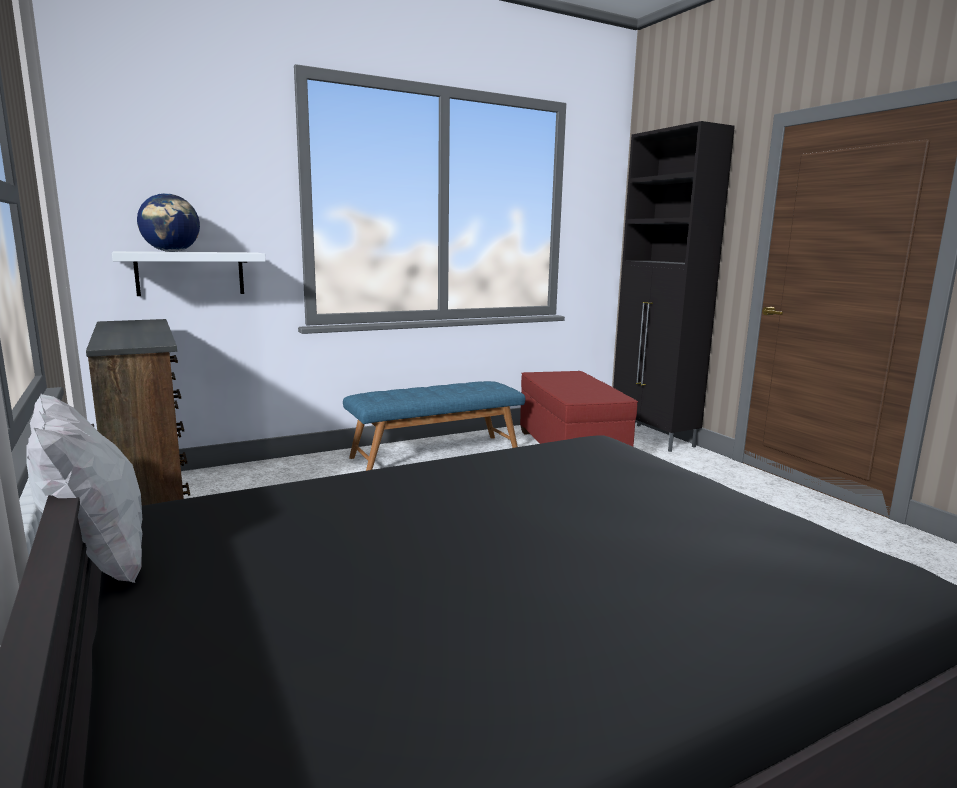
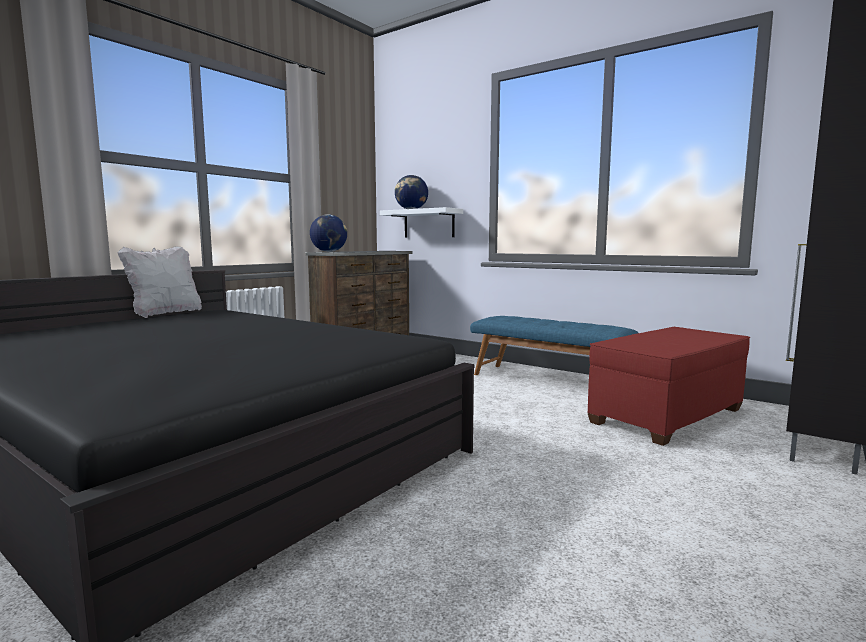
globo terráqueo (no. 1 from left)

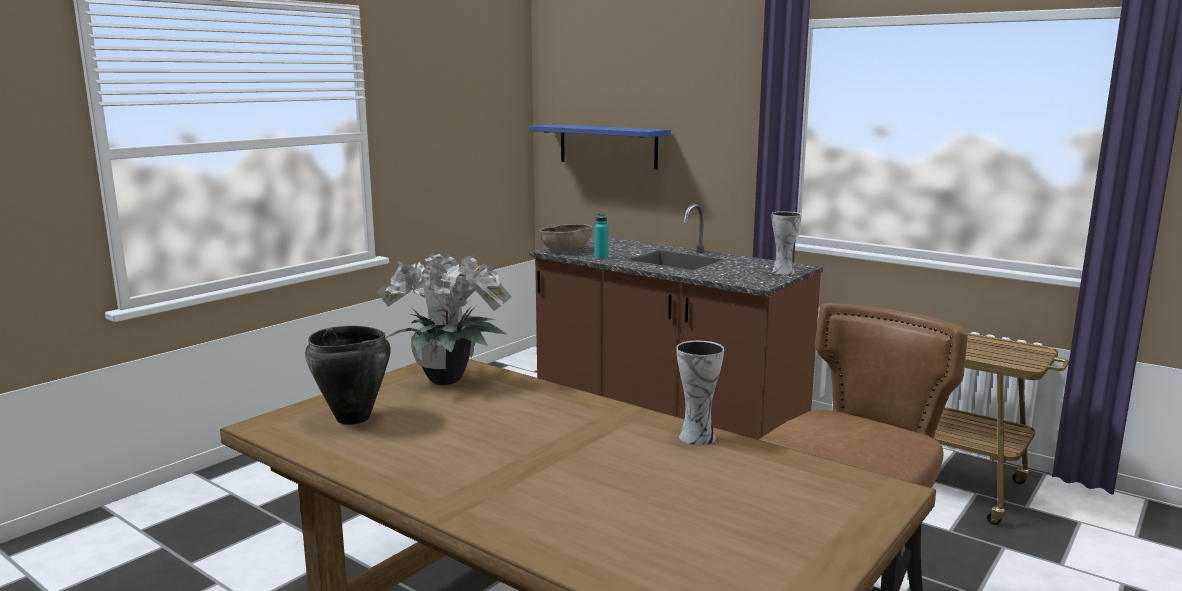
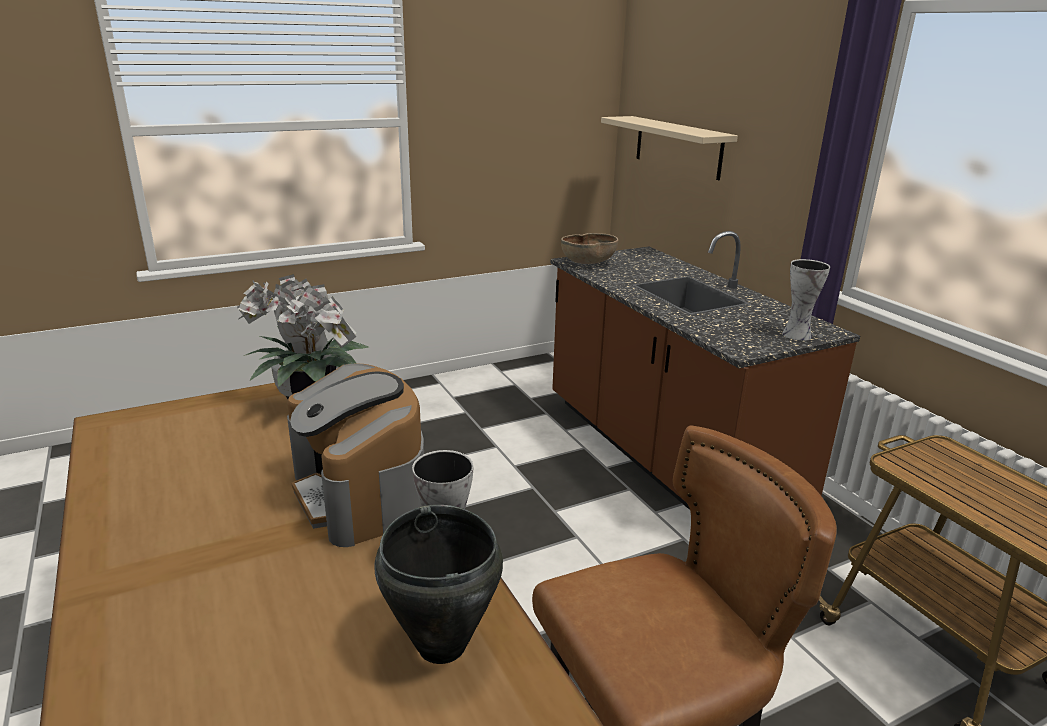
estante [beis]
botella [turquesa]
olla [negro]
cafetera

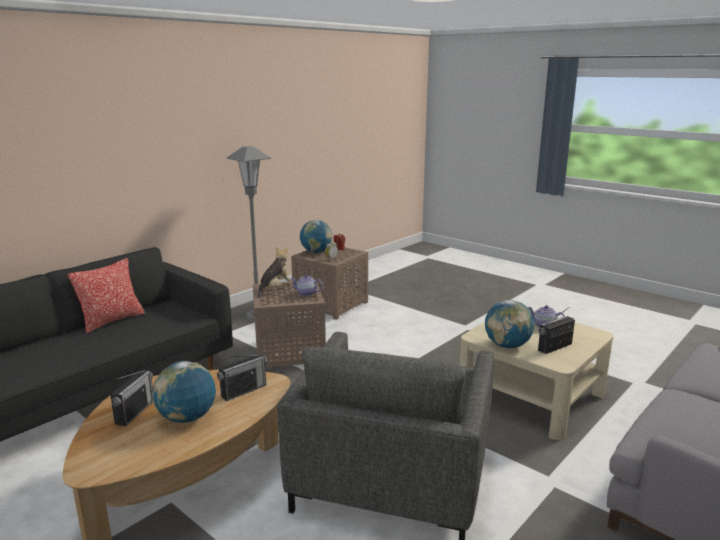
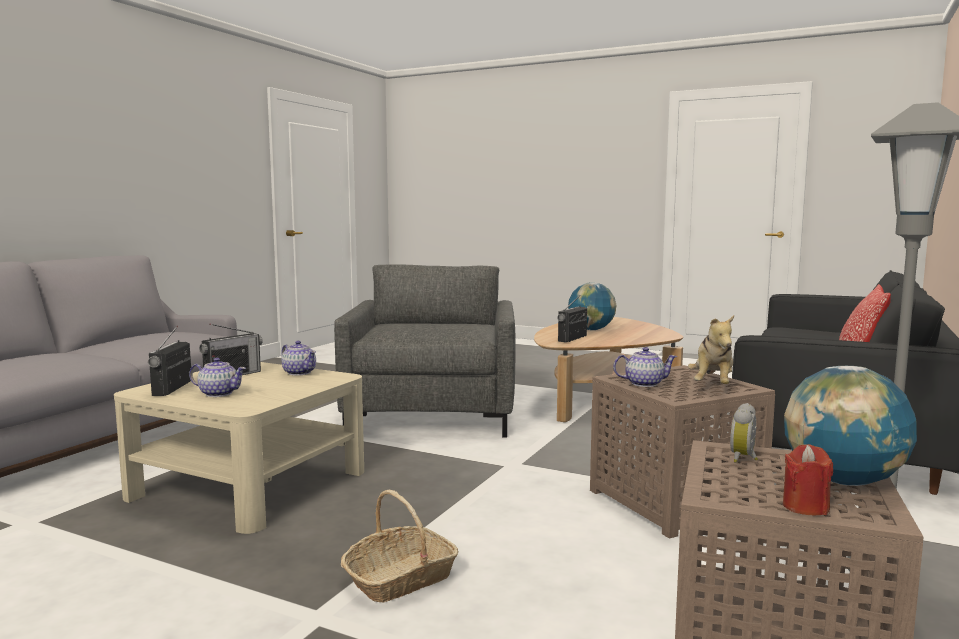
tetera (no. 2 from left)
radio (no. 1 from left)
cesta

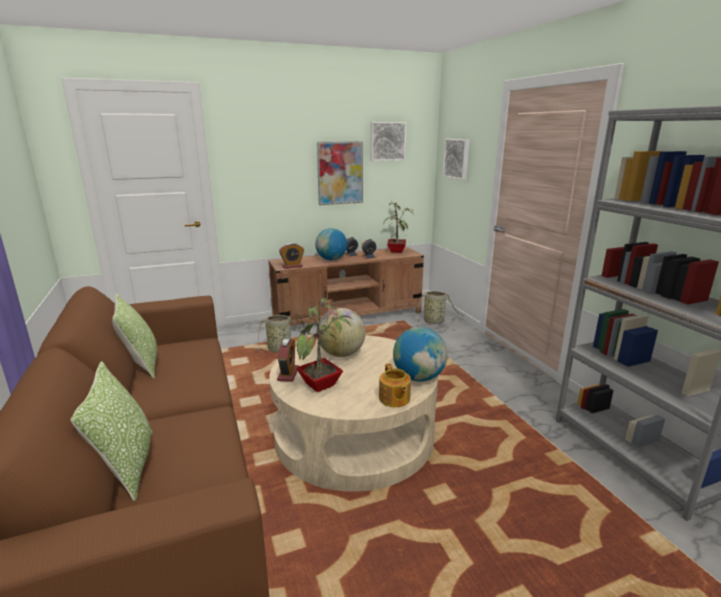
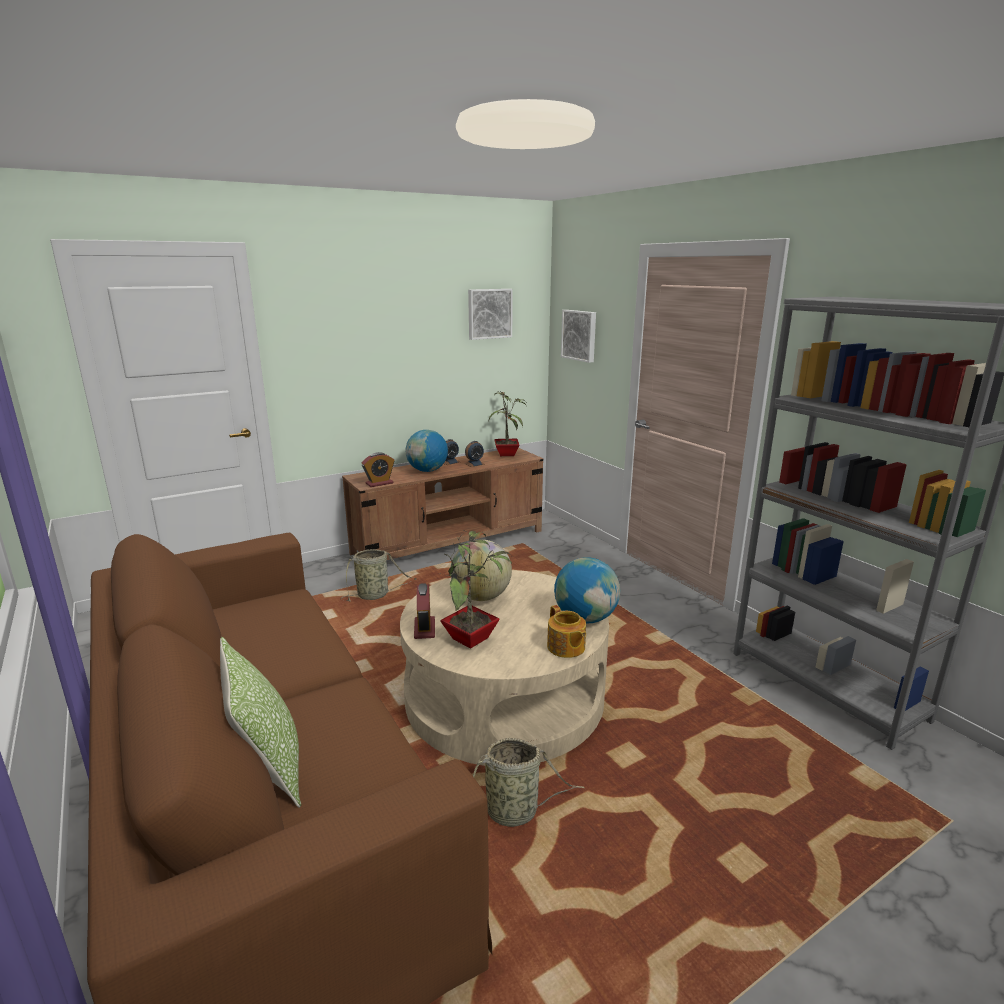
cuadro (no. 1 from left in the first image)
cesta (no. 2 from left)
cojín (no. 2 from left in the first image)

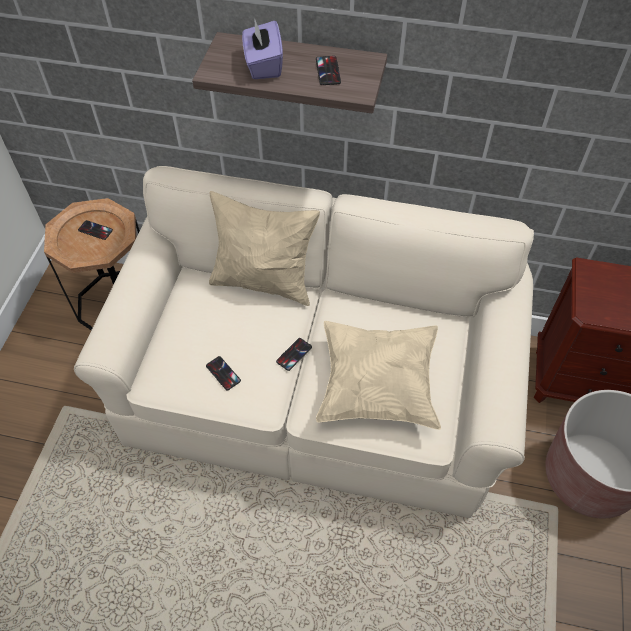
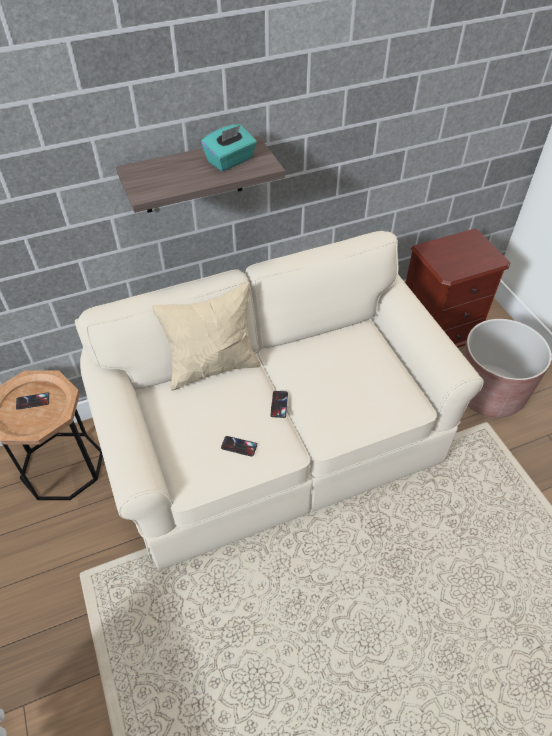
caja de pañuelos [morado]
caja de pañuelos [turquesa]
cojín [beis] (no. 2 from left in the first image)

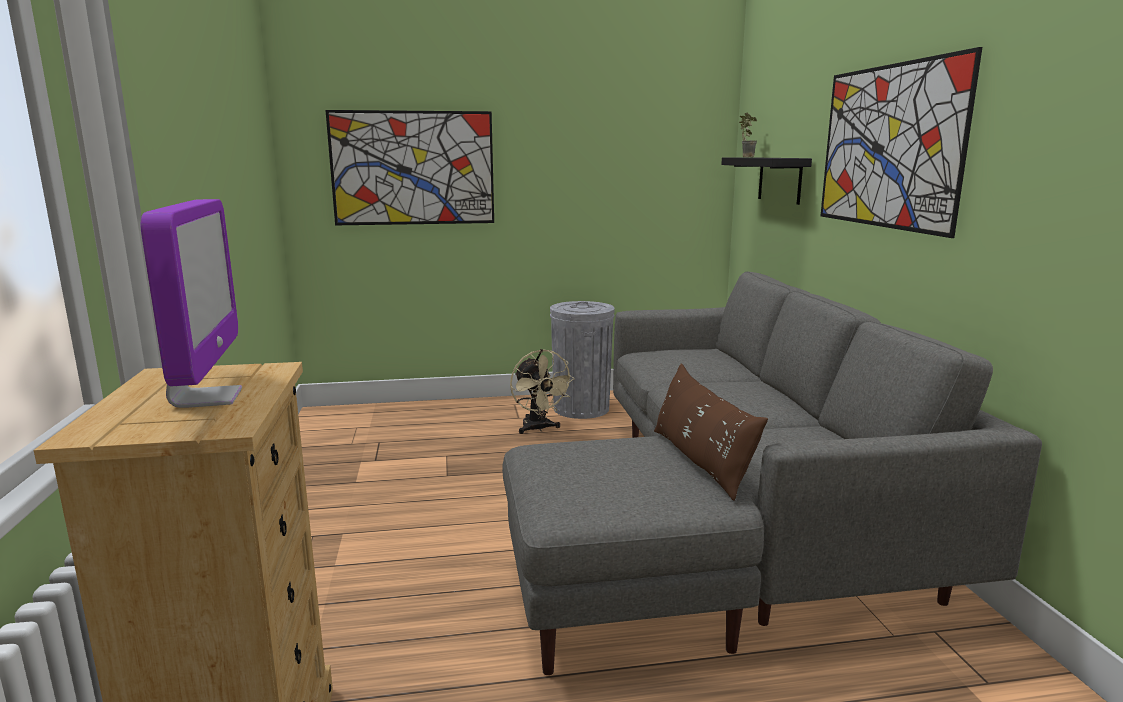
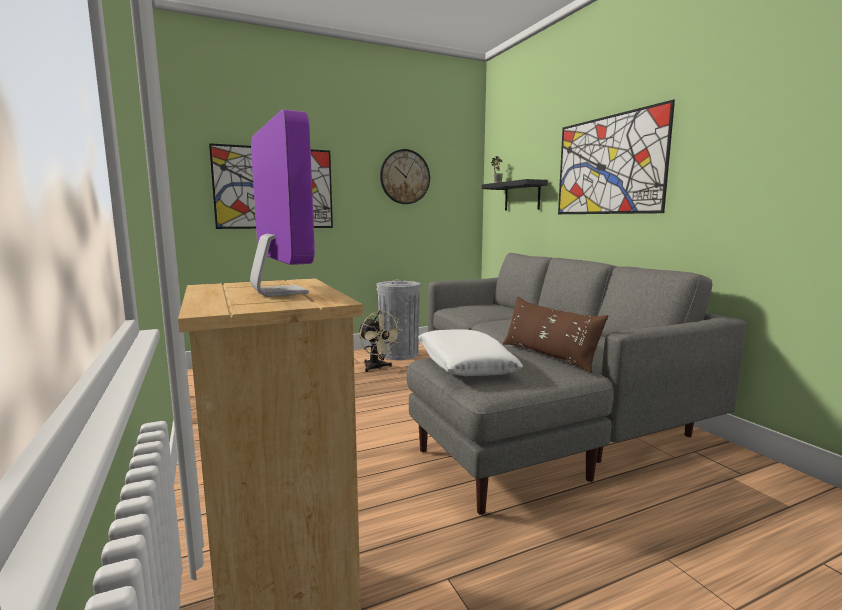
reloj de pared
cojín [blanco]

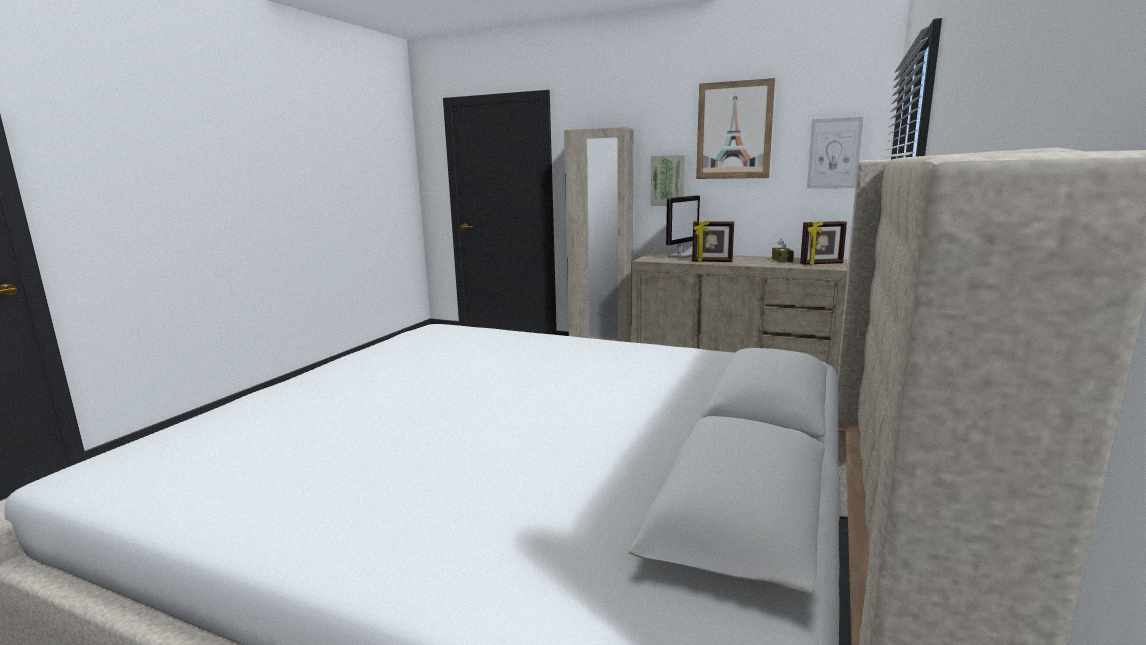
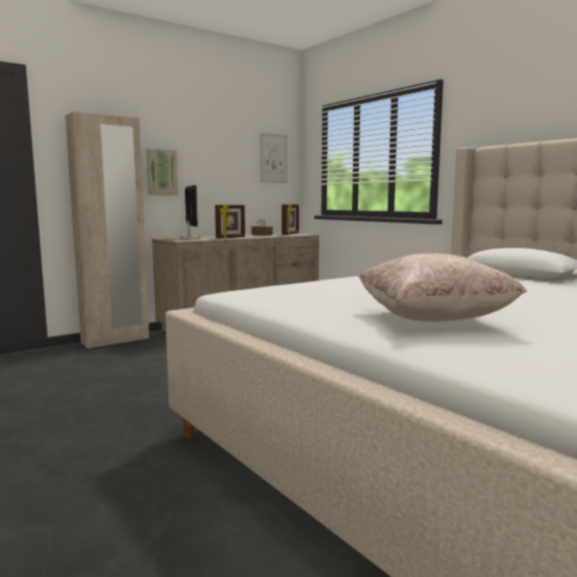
cuadro (no. 2 from left in the first image)
cojín [beis]

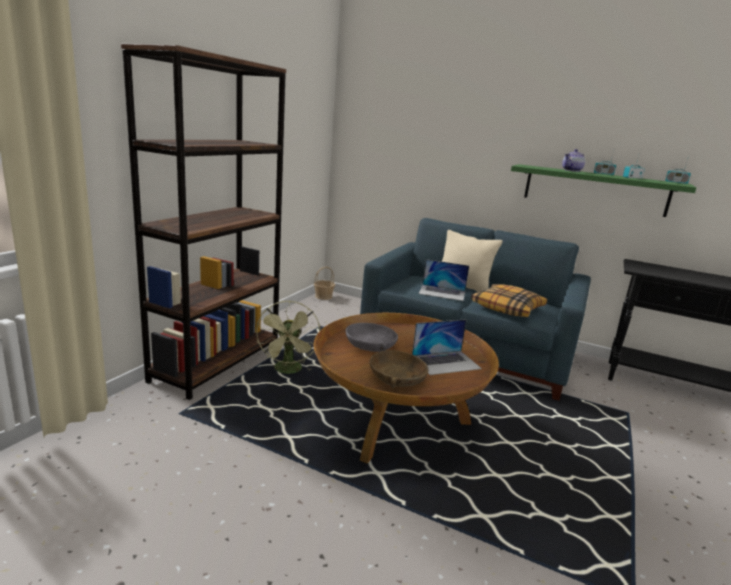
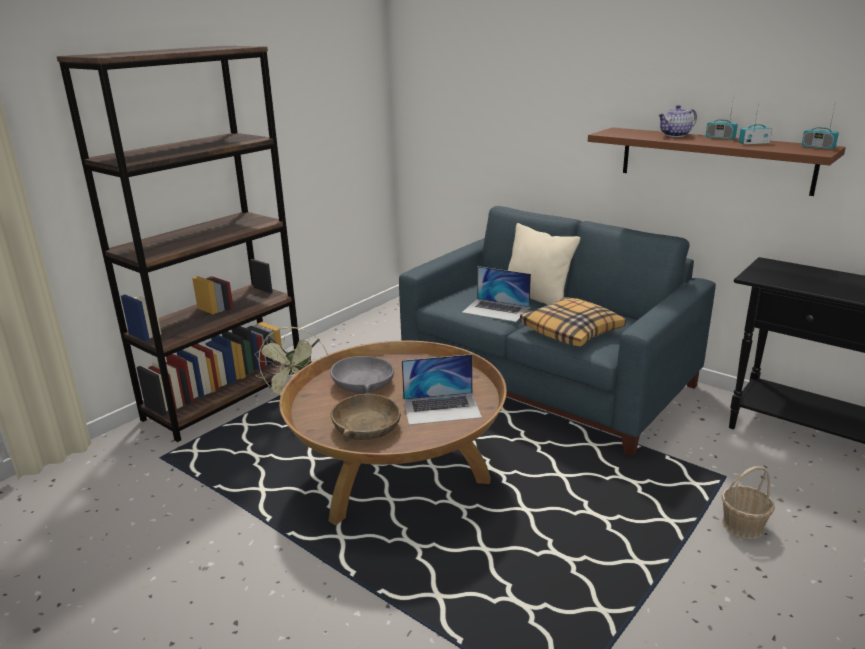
estante [marrón]
cesta

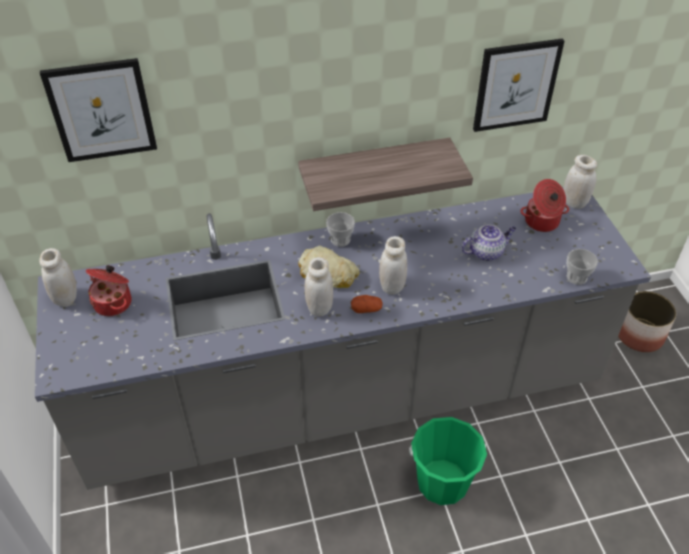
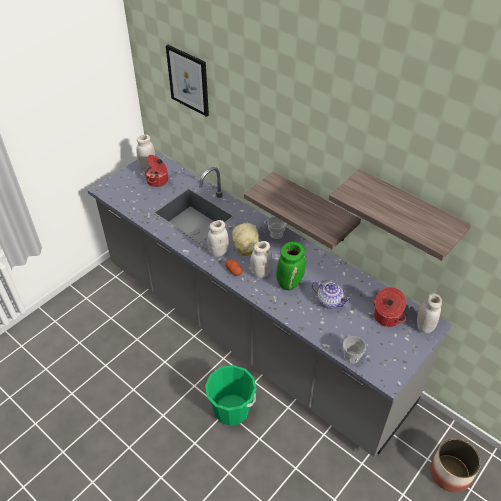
estante (no. 2 from left)
florero [verde]

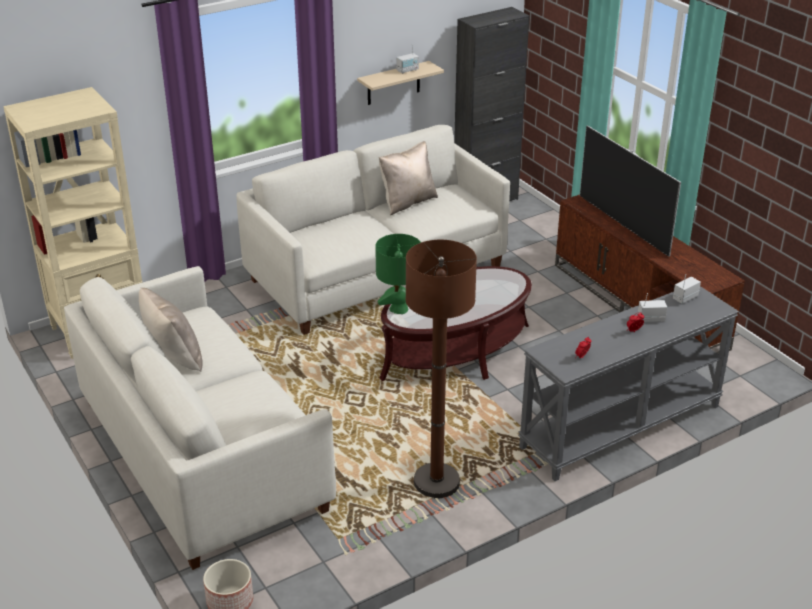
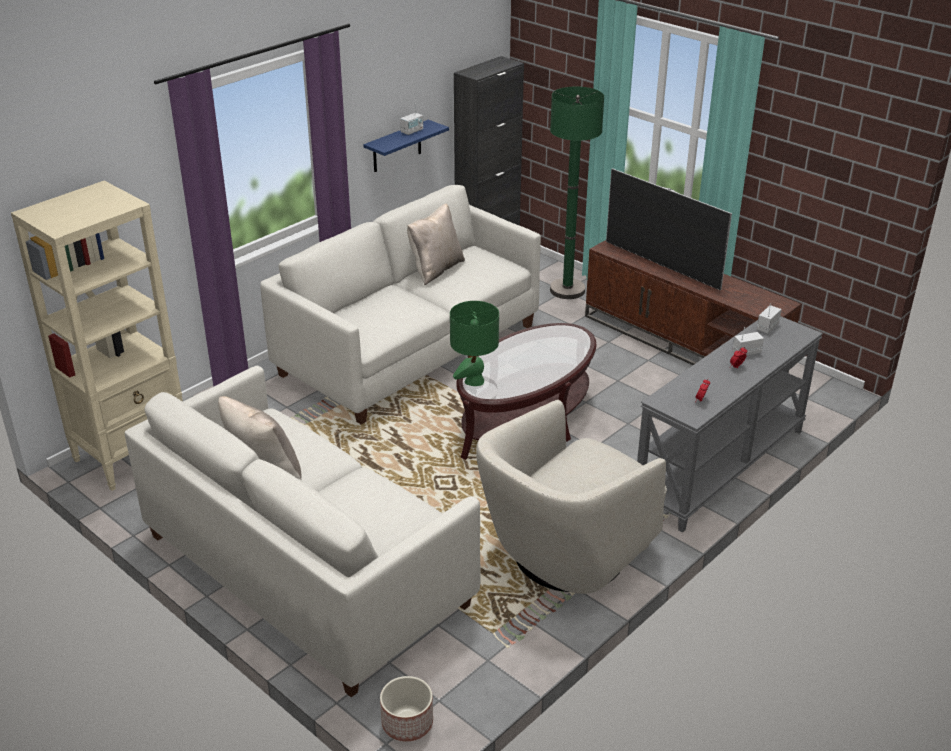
estante [azul]
sillón [beis]
lámpara de pie [verde]

